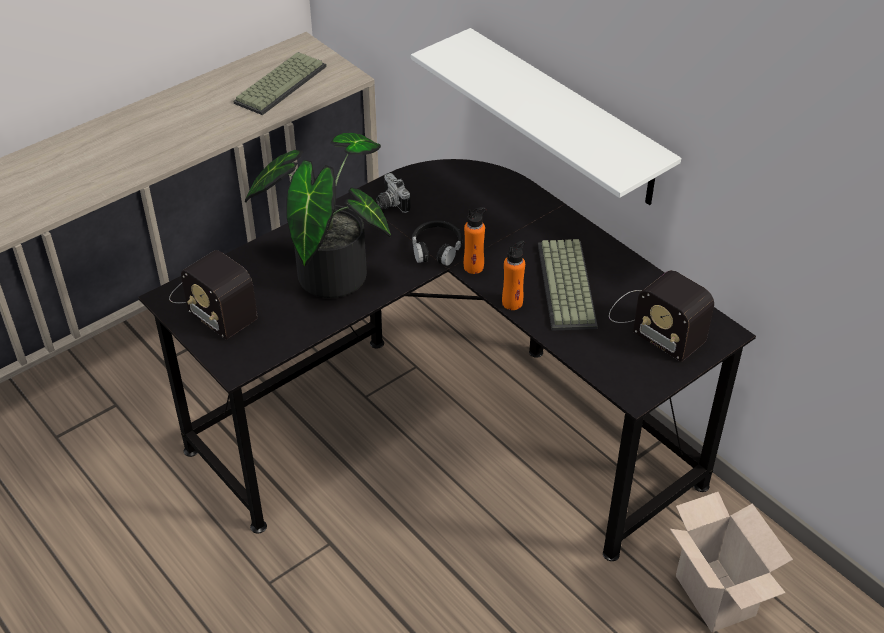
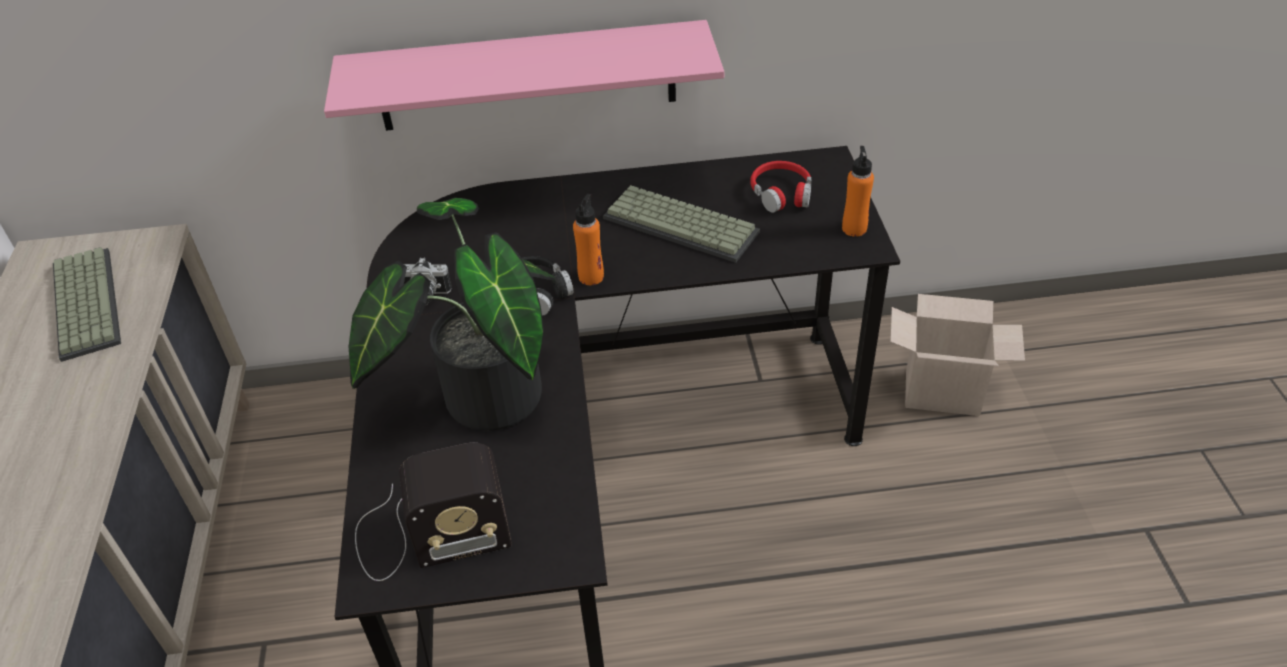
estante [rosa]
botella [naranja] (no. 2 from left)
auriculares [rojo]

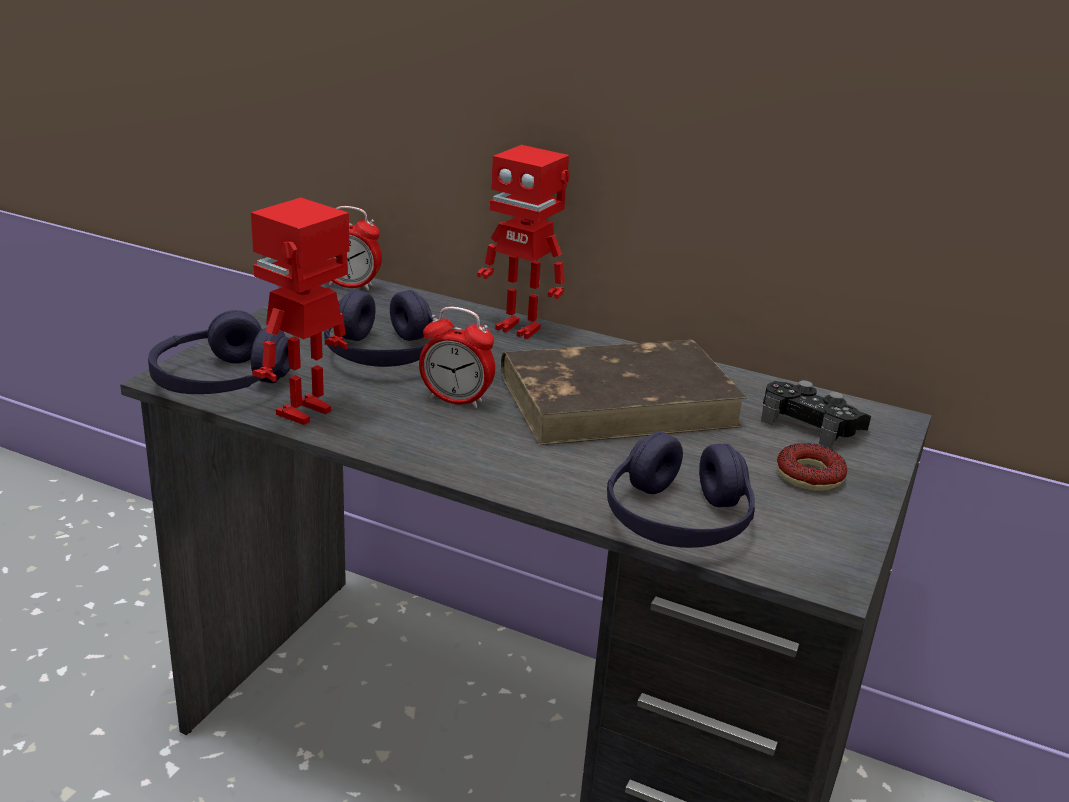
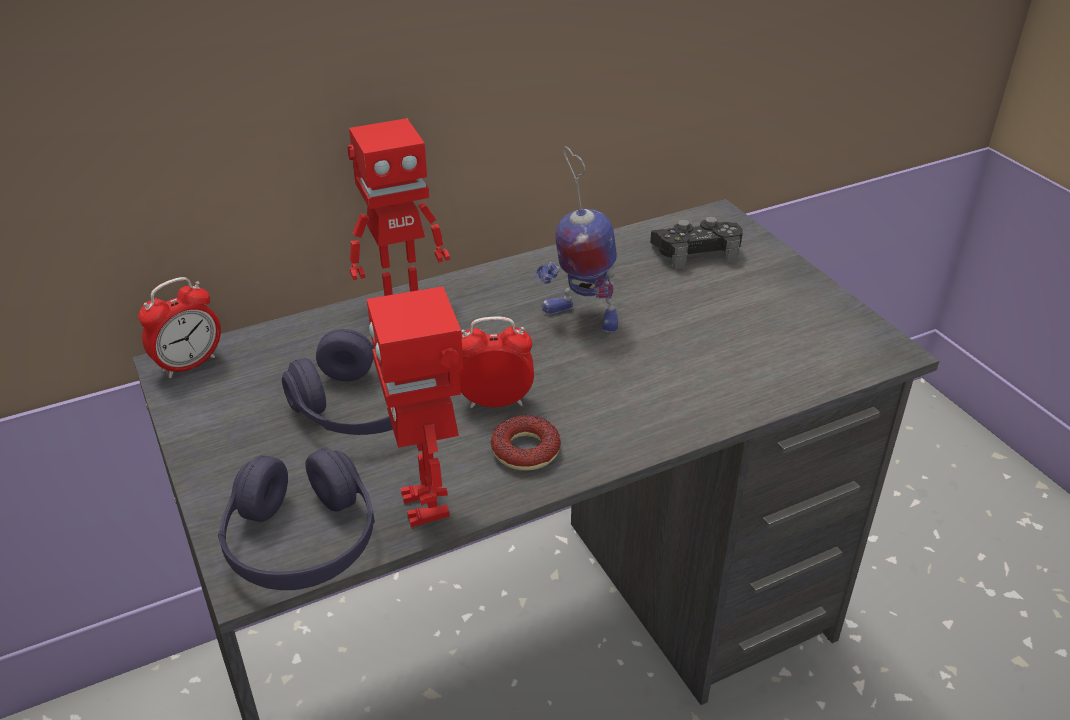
despertador (no. 2 from left)
robot de juguete (no. 3 from left)
auriculares [morado] (no. 3 from left in the first image)
rosquilla

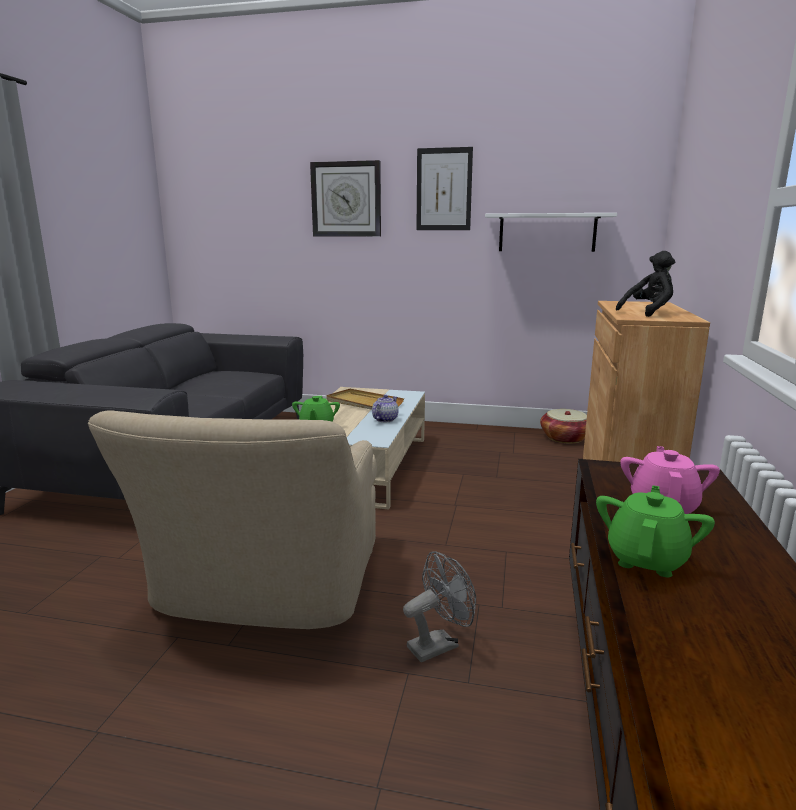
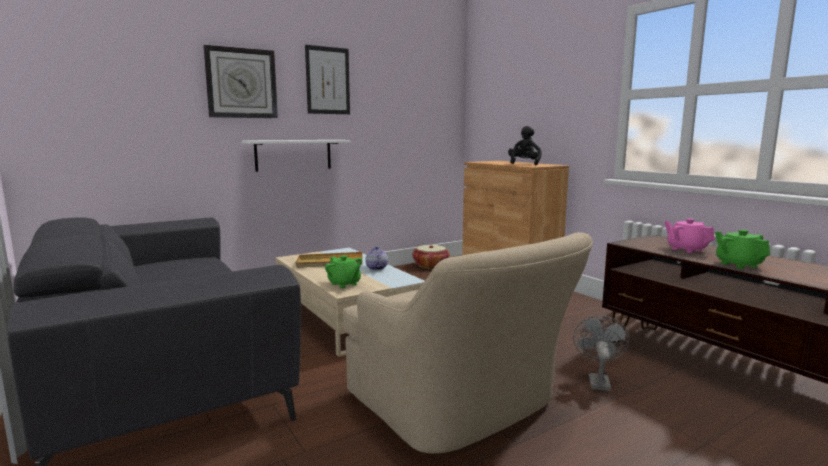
estante [blanco]

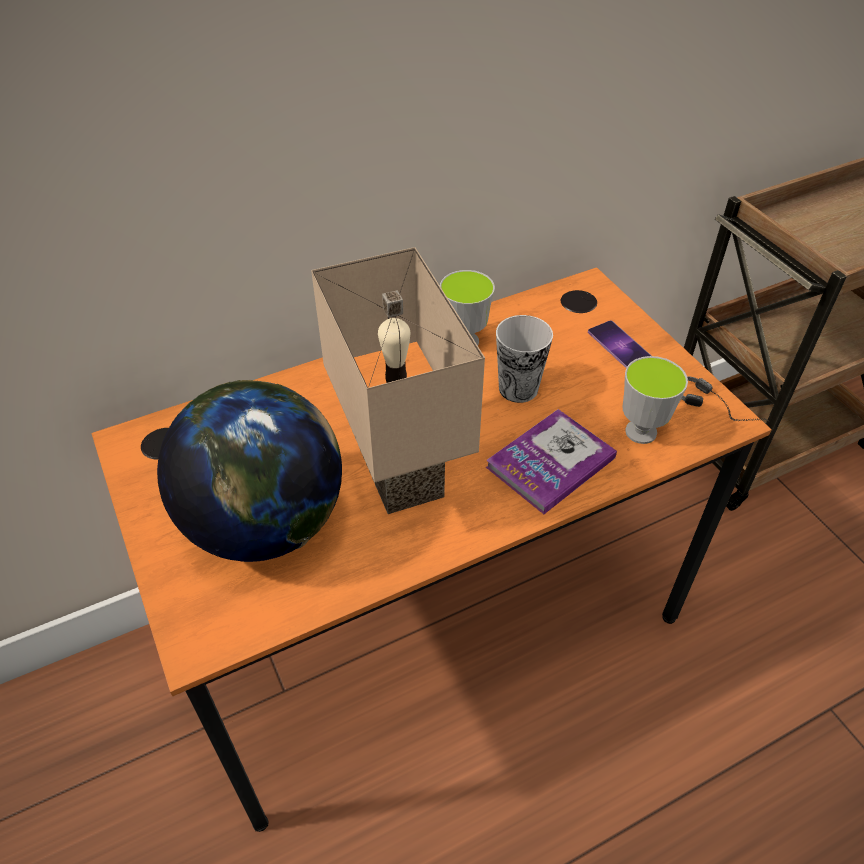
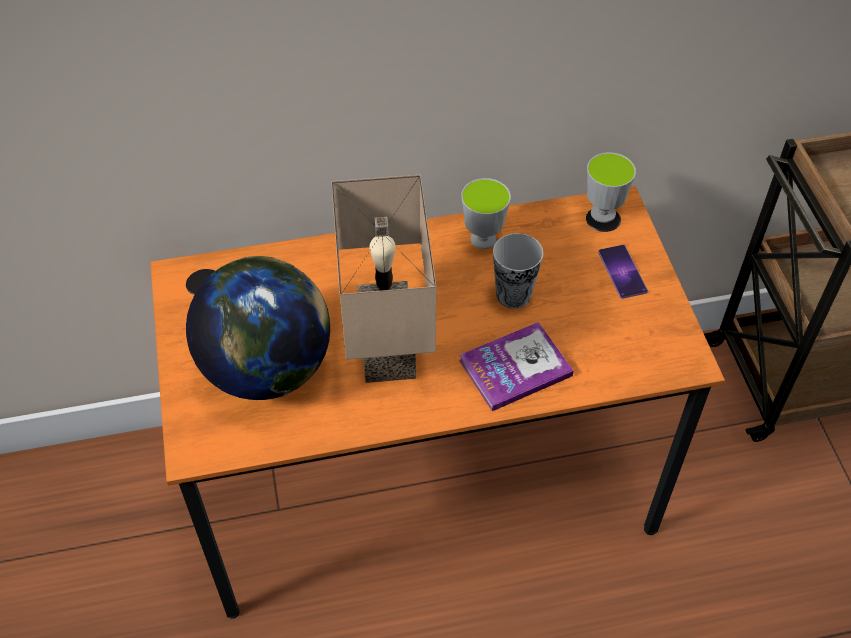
taza (no. 3 from left)
auriculares

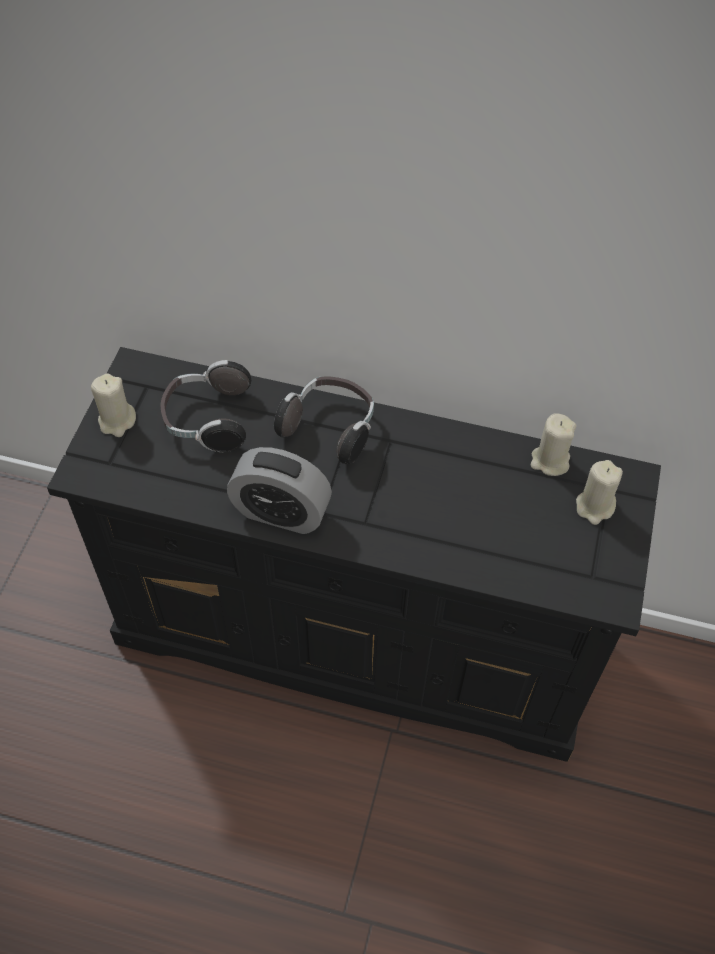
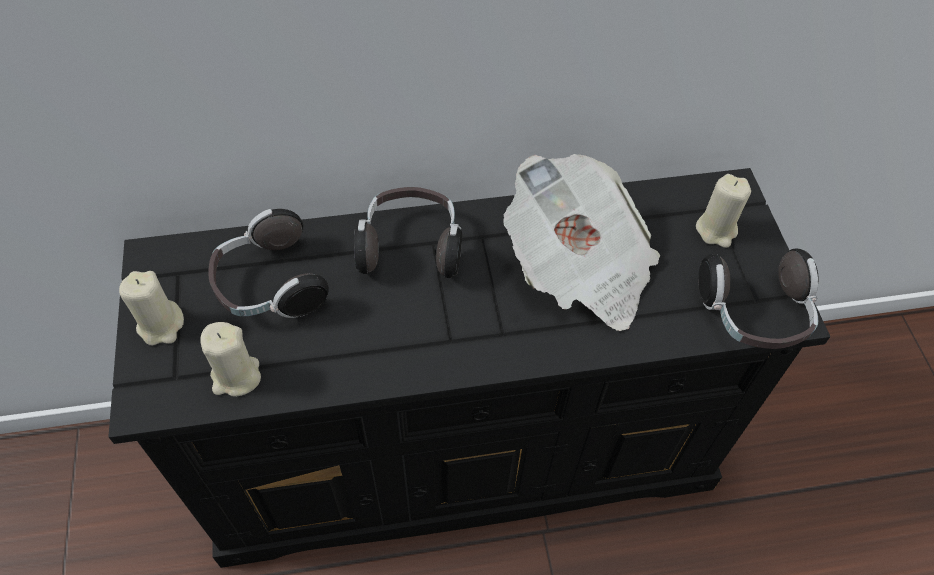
vela [beis] (no. 2 from left)
despertador
periódico
auriculares (no. 3 from left)

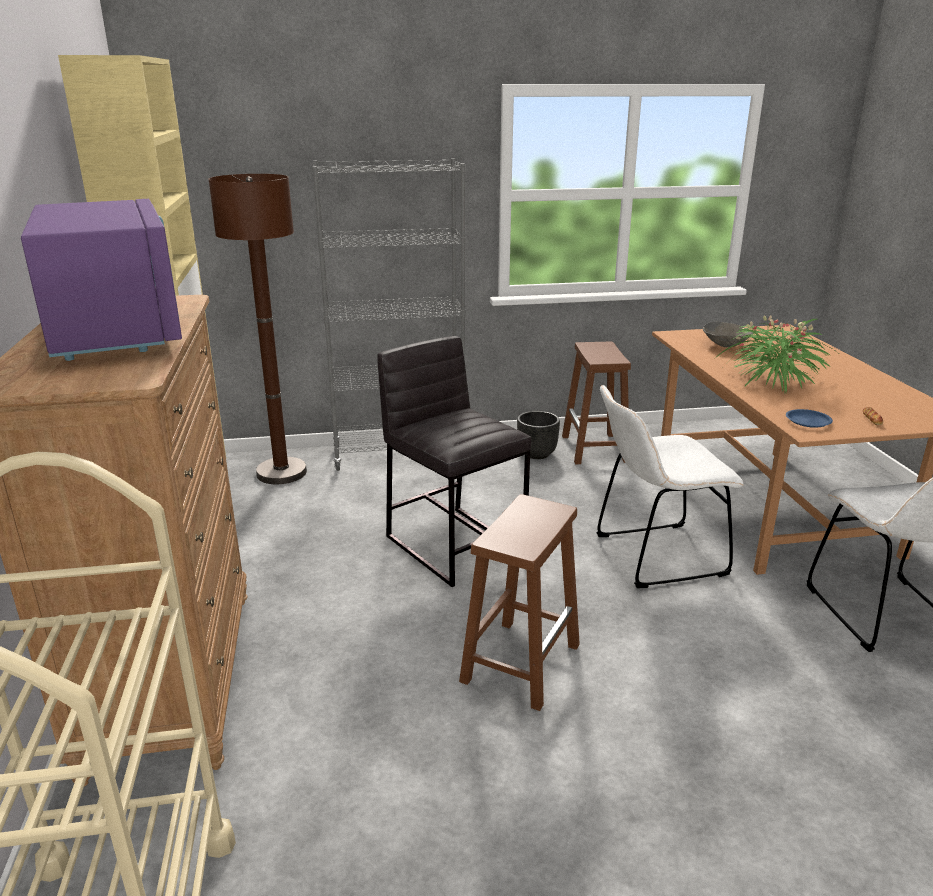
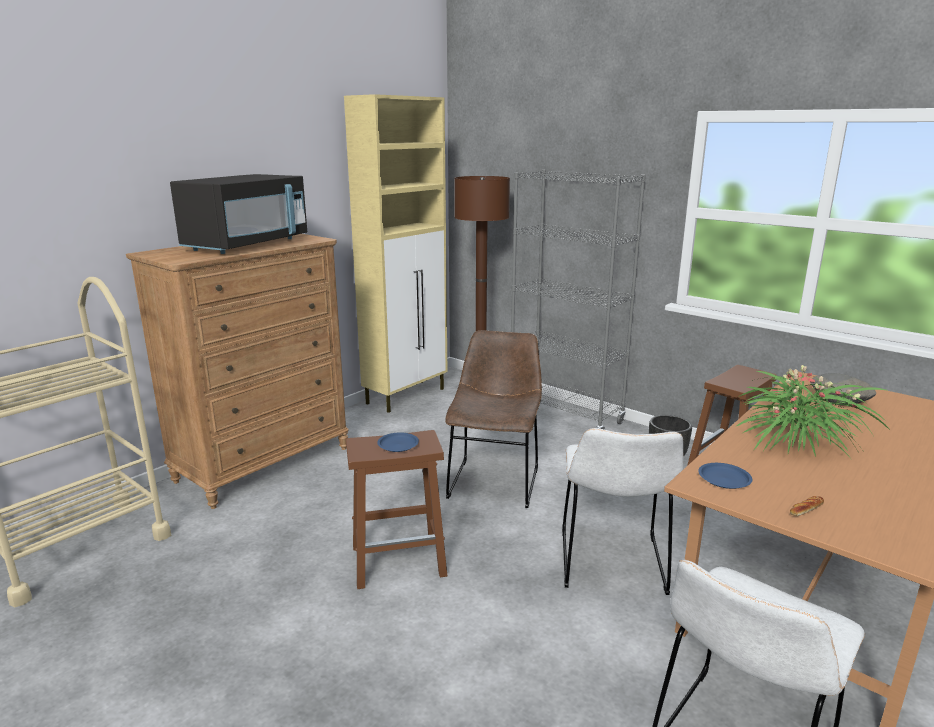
microondas [negro]
silla [marrón]
silla [blanco] (no. 1 from left)
plato [azul] (no. 1 from left)

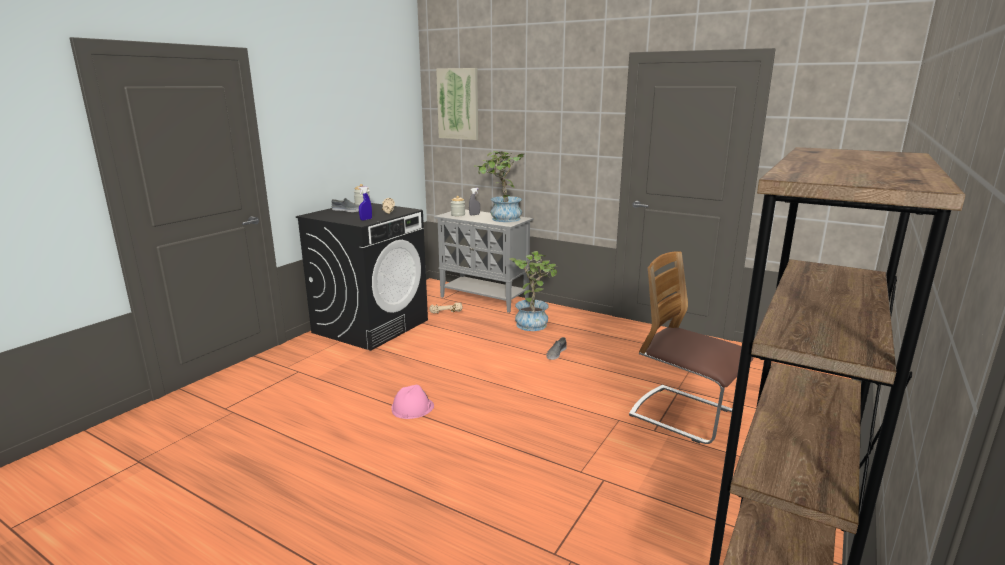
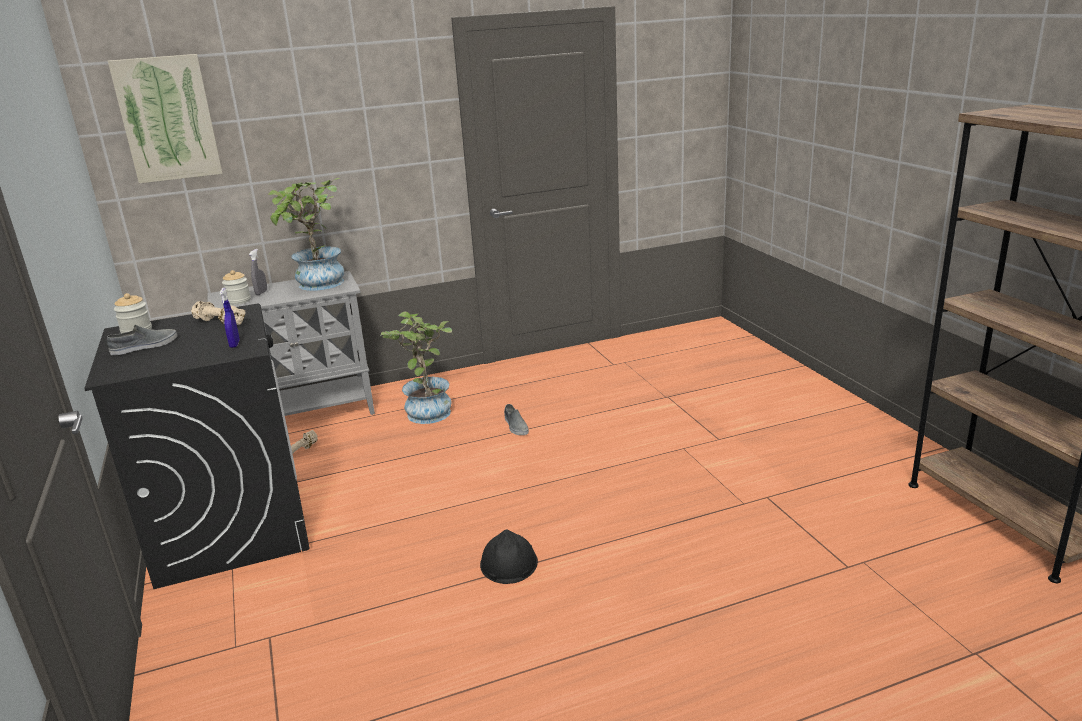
silla
casco [negro]

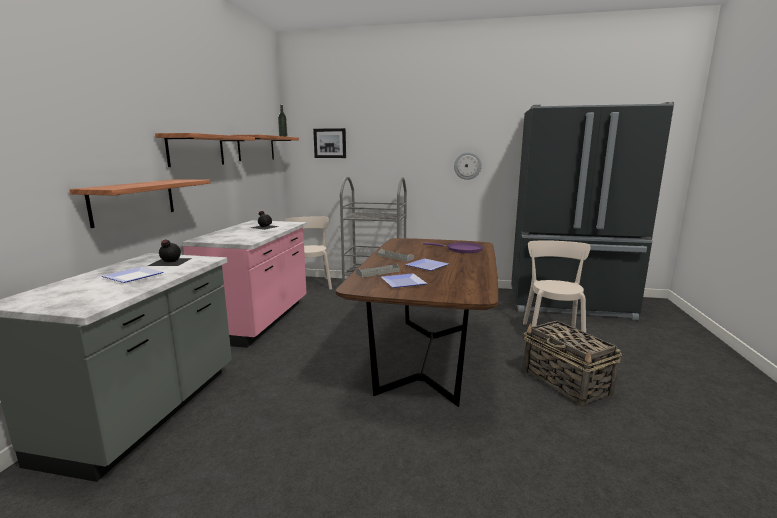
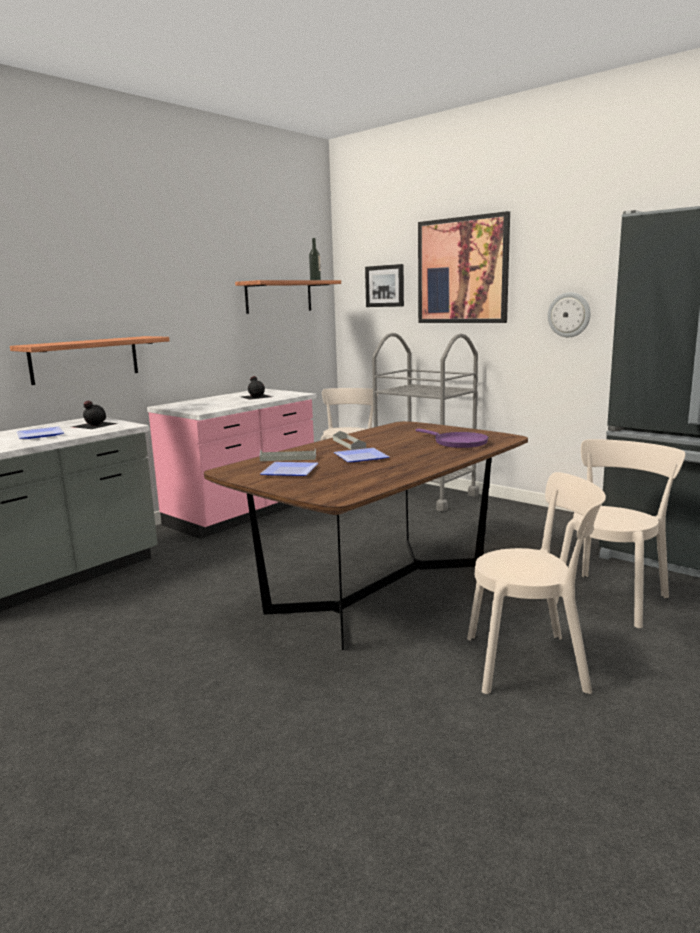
estante (no. 2 from left in the first image)
silla [beis] (no. 2 from left)
cuadro (no. 2 from left)

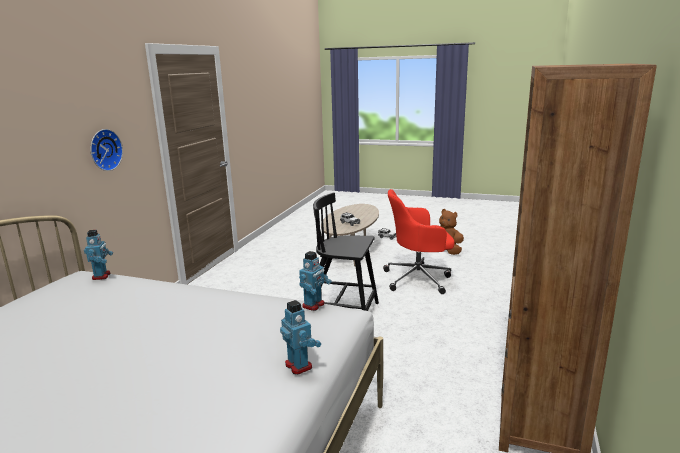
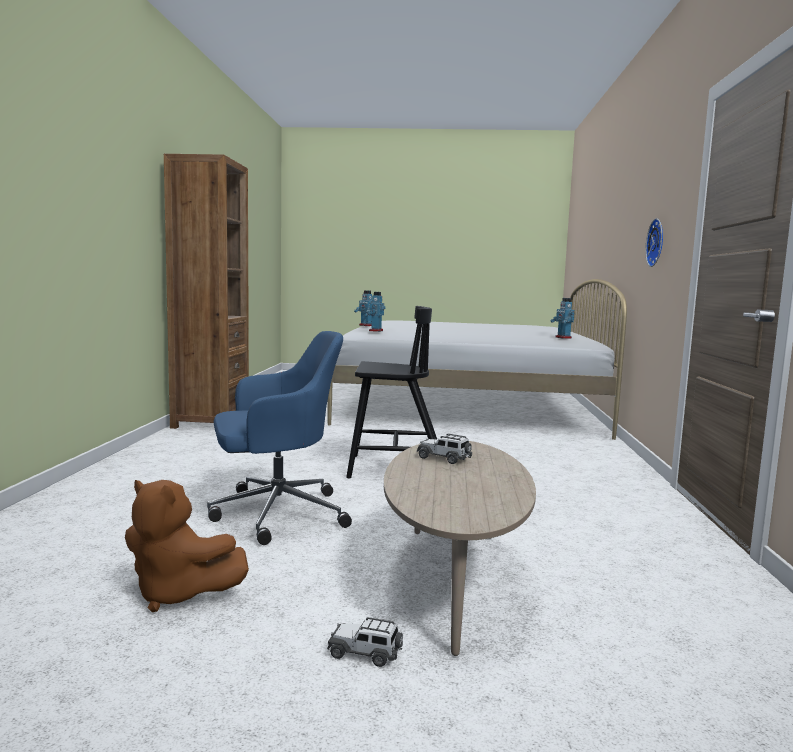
silla de oficina [azul]

